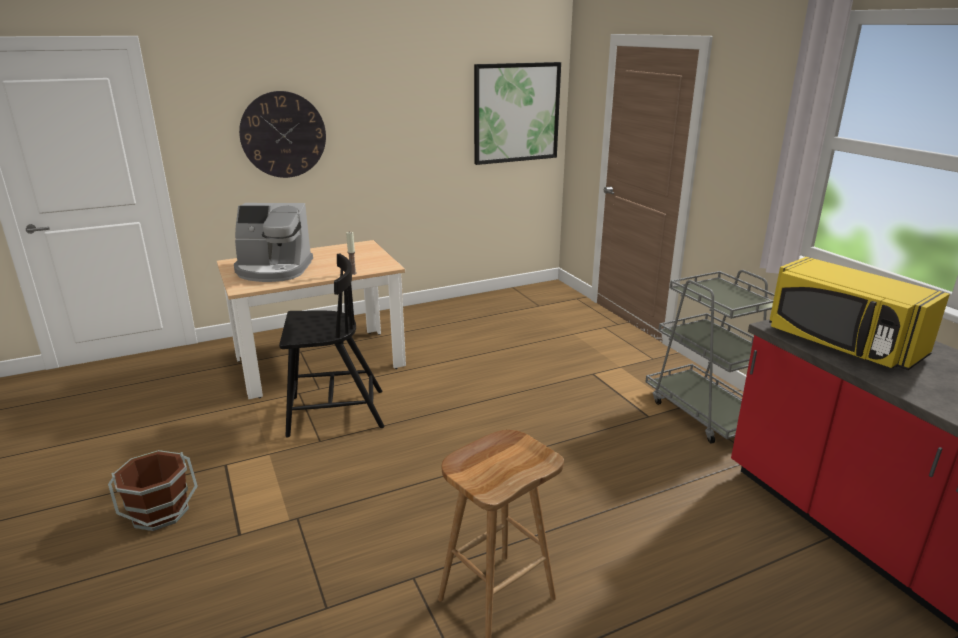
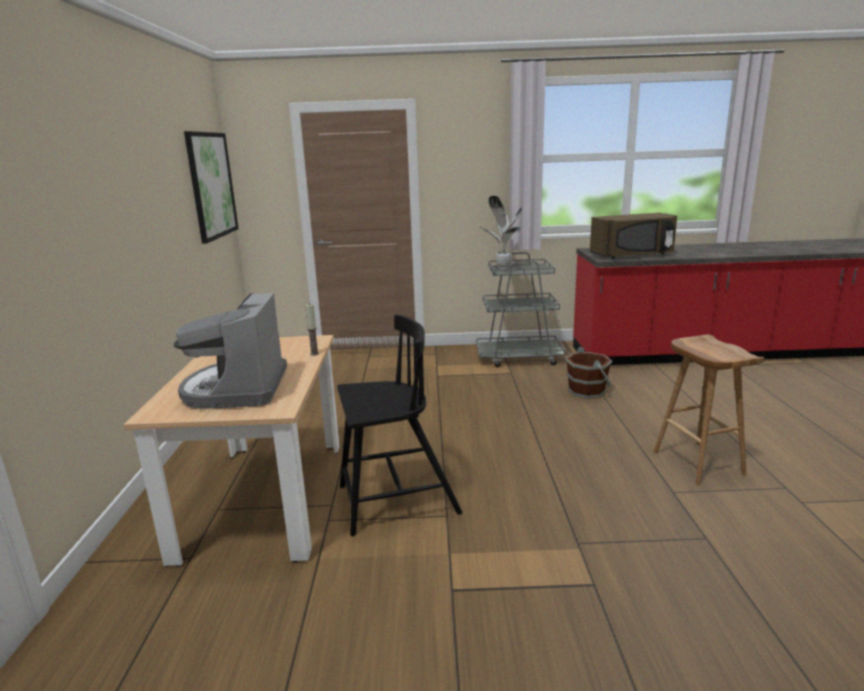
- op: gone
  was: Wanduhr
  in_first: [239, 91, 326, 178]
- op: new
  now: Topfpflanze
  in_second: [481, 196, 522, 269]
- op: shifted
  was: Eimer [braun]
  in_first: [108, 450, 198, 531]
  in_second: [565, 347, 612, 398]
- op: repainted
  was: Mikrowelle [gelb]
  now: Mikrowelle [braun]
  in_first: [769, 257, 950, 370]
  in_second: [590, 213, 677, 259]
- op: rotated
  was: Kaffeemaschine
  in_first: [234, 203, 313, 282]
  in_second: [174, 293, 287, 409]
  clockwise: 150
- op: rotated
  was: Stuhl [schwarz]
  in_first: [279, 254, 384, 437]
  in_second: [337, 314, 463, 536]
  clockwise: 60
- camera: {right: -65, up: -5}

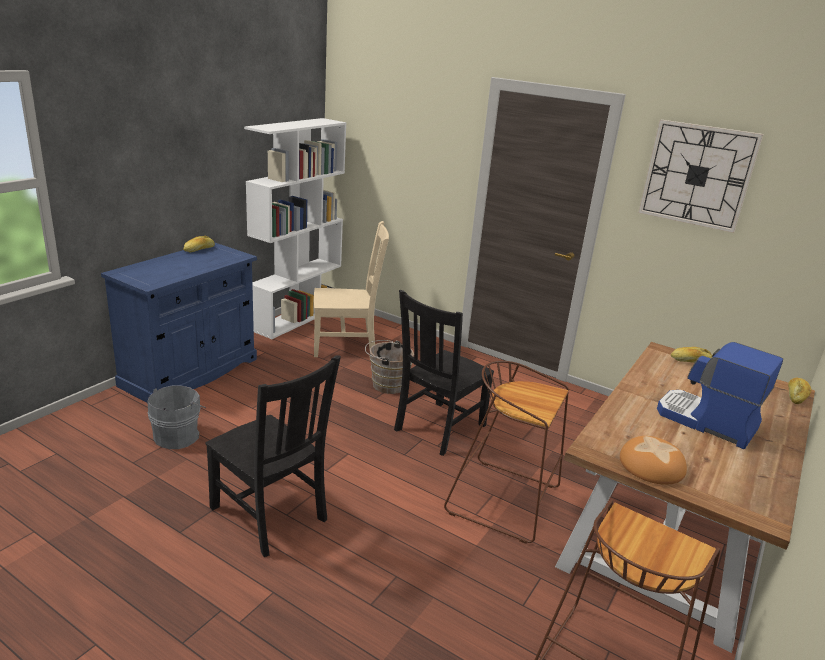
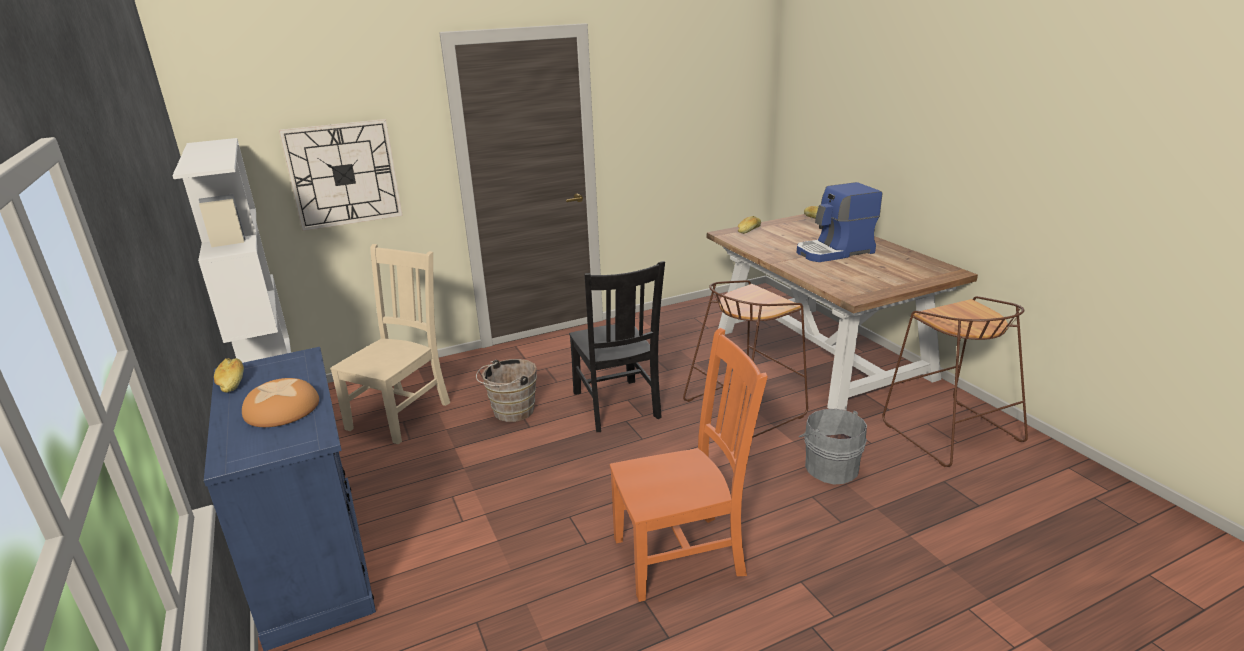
- op: shifted
  was: Eimer [grau]
  in_first: [147, 385, 206, 449]
  in_second: [799, 409, 867, 484]
- op: shifted
  was: Brot
  in_first: [620, 436, 687, 485]
  in_second: [242, 378, 319, 427]
- op: shifted
  was: Wanduhr
  in_first: [638, 120, 763, 233]
  in_second: [279, 119, 403, 231]
- op: repainted
  was: Stuhl [schwarz]
  now: Stuhl [orange]
  in_first: [206, 355, 341, 557]
  in_second: [610, 328, 768, 602]
- camera: {right: -55, up: 0}

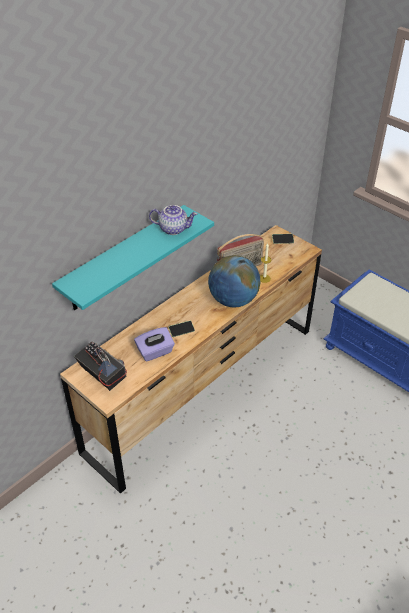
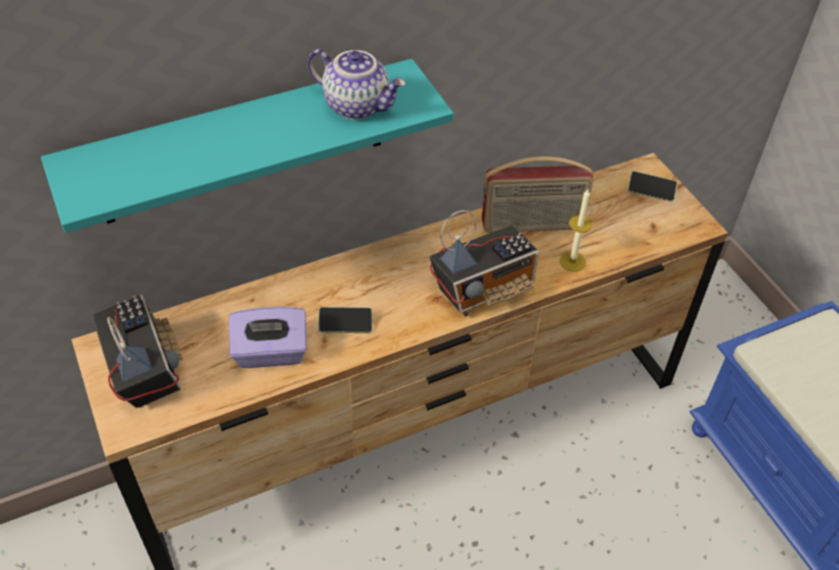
- op: swapped
  was: Globus
  now: Radio
  in_first: [208, 255, 260, 307]
  in_second: [429, 210, 539, 316]
- camera: {right: 20, up: 5}

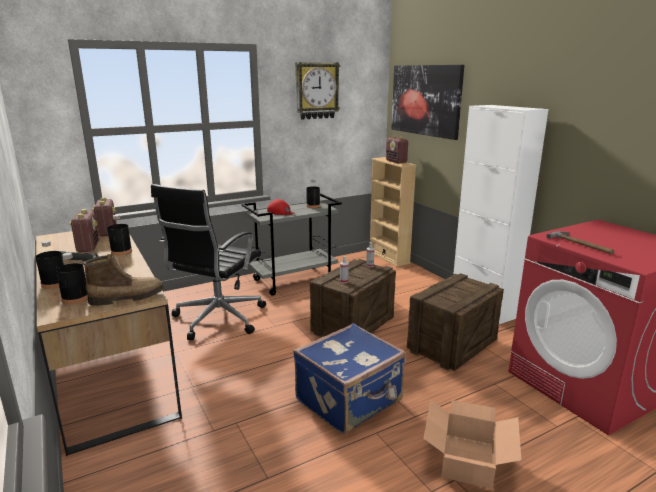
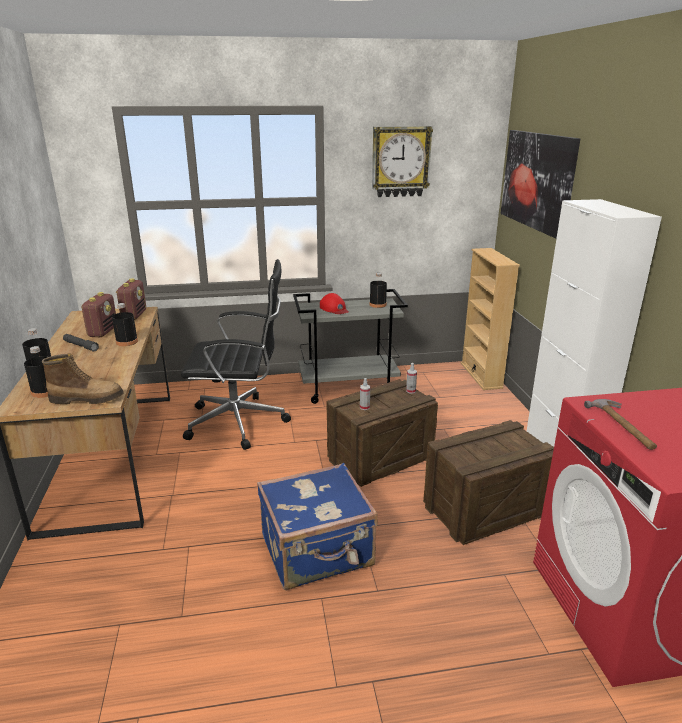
- op: gone
  was: Radio
  in_first: [386, 135, 409, 164]
- op: gone
  was: Karton
  in_first: [423, 400, 522, 489]
- op: rotated
  was: Bürostuhl [schwarz]
  in_first: [151, 184, 266, 340]
  in_second: [181, 259, 291, 450]
  clockwise: -135
- camera: {right: 20, up: 5}

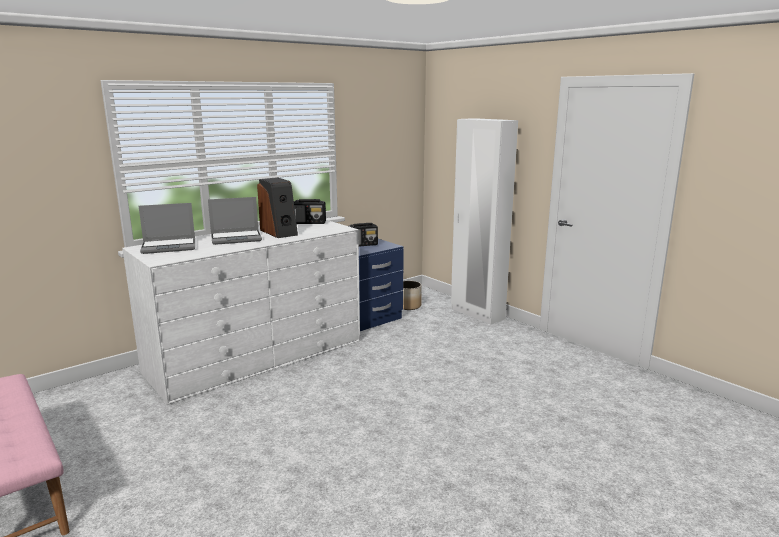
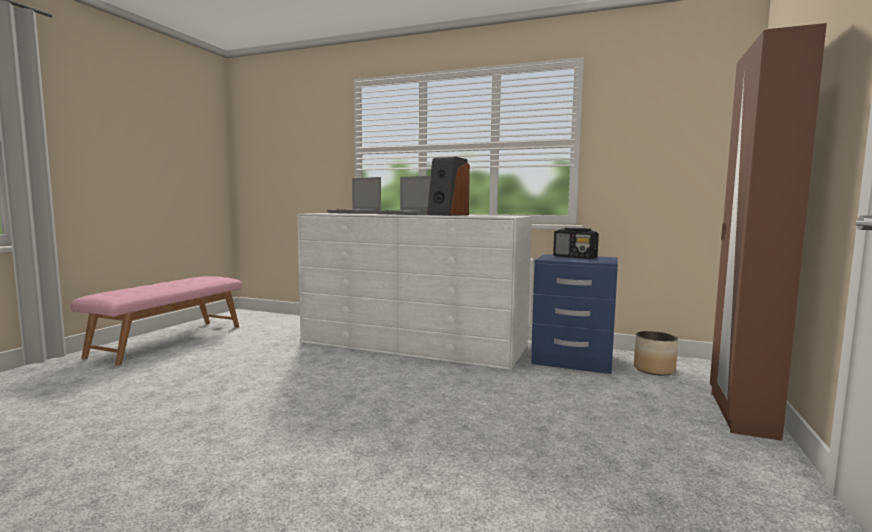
- op: gone
  was: Radio
  in_first: [294, 199, 326, 224]
- op: repainted
  was: Kleiderschrank [weiß]
  now: Kleiderschrank [braun]
  in_first: [451, 118, 518, 324]
  in_second: [710, 23, 827, 441]
- camera: {right: 60, up: -10}

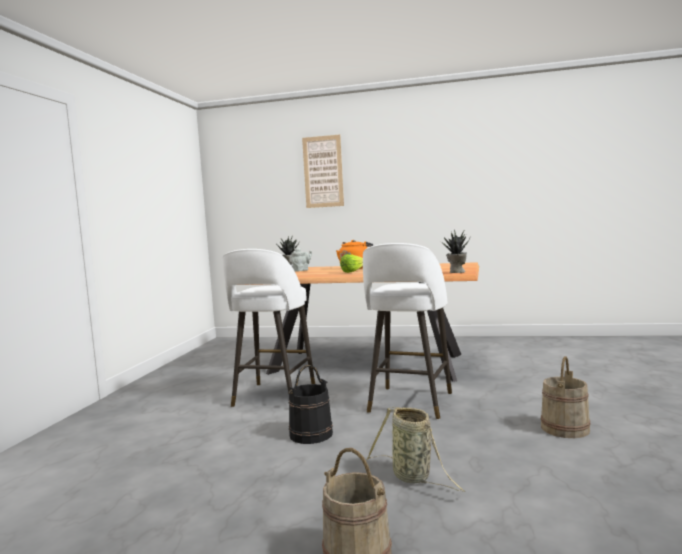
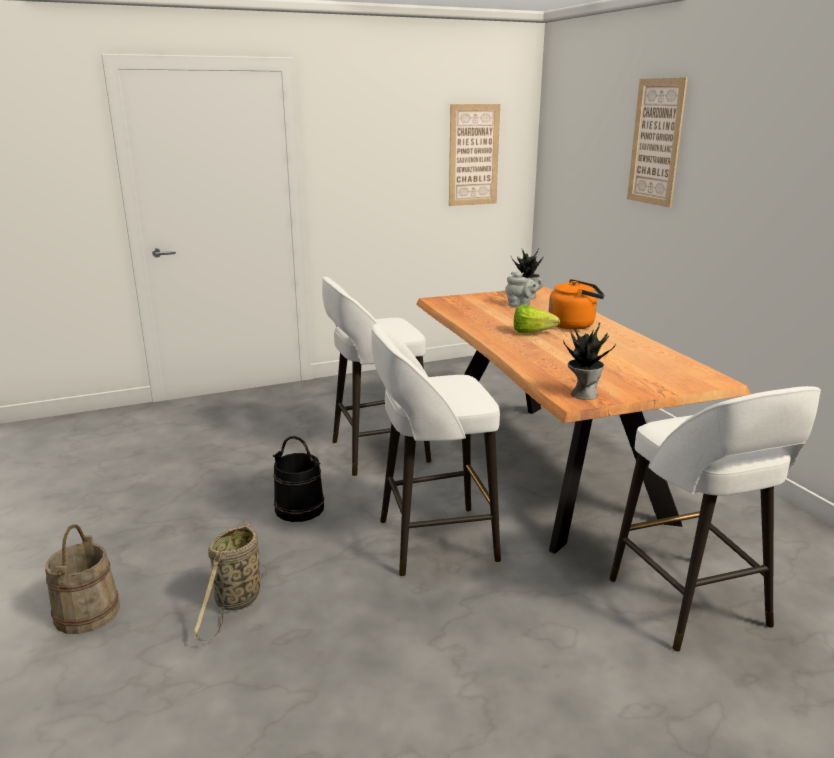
- op: gone
  was: Eimer [beige]
  in_first: [540, 356, 591, 438]
- op: new
  now: Bild
  in_second: [449, 104, 500, 206]
- op: new
  now: Hocker [weiß]
  in_second: [609, 386, 821, 652]
- camera: {right: 55, up: 15}

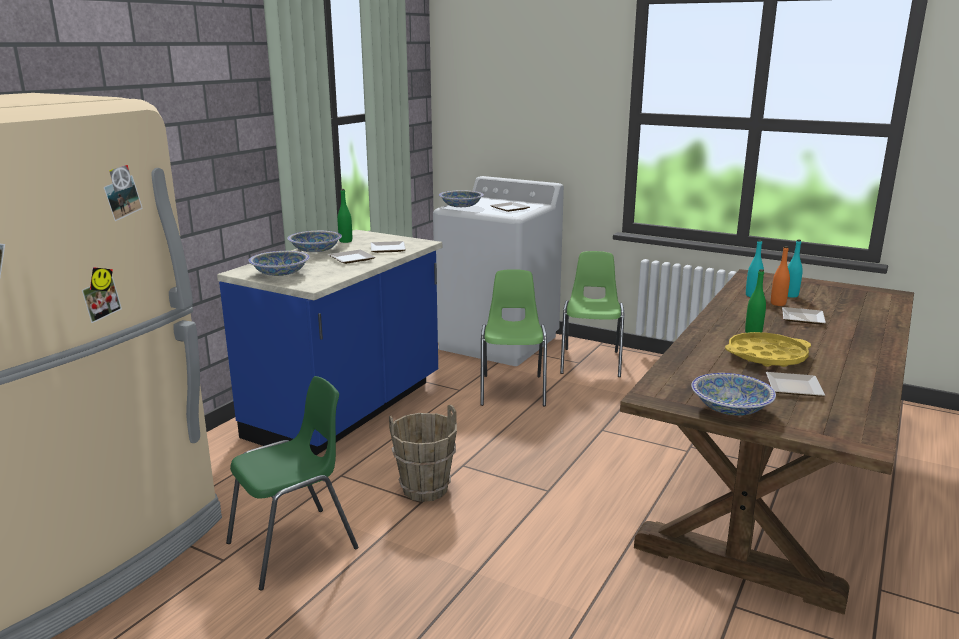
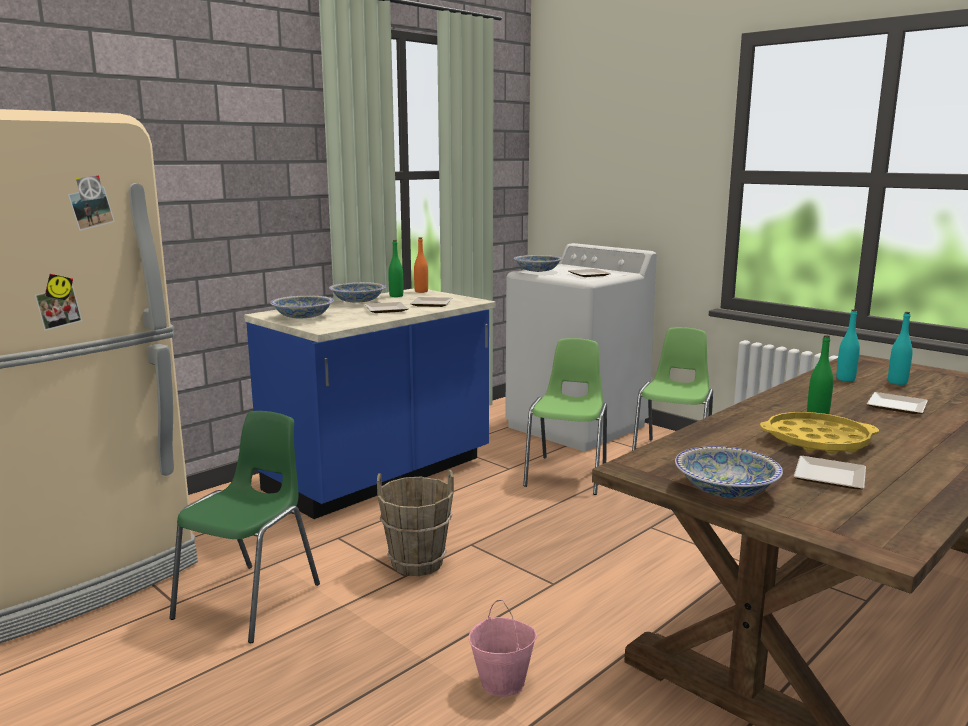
- op: new
  now: Eimer [rosa]
  in_second: [469, 600, 537, 697]
- op: shifted
  was: Flasche [orange]
  in_first: [771, 246, 790, 306]
  in_second: [414, 237, 428, 293]
- op: rotated
  was: Stuhl [grün]
  in_first: [226, 376, 358, 591]
  in_second: [169, 411, 320, 643]
  clockwise: -45
- camera: {right: 15, up: -5}

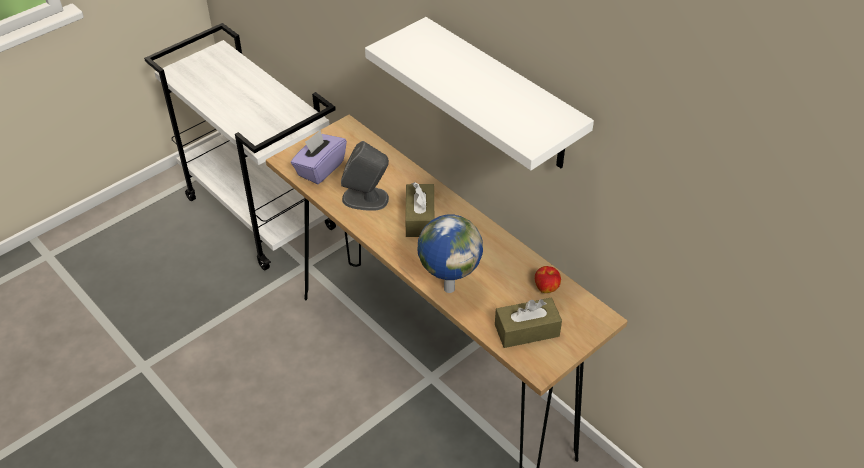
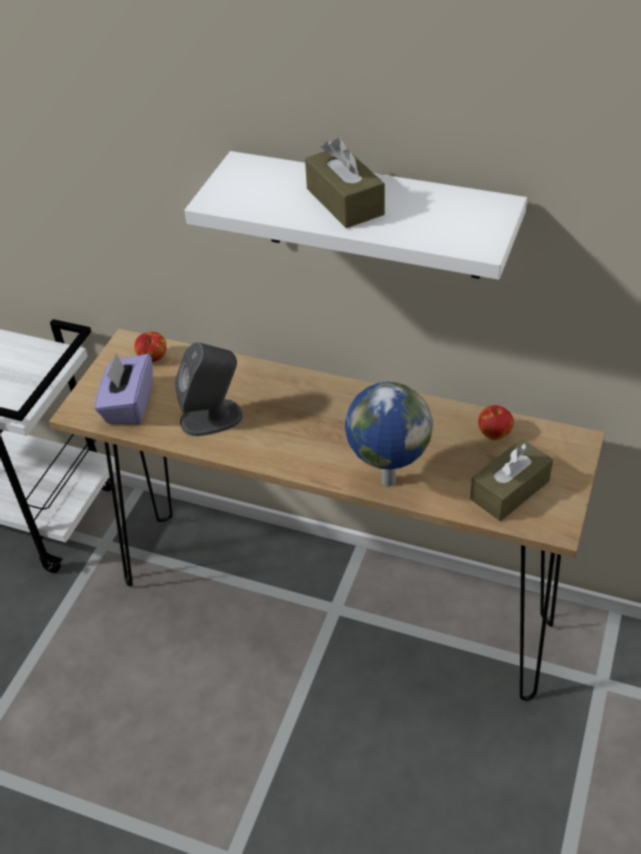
- op: new
  now: Apfel
  in_second: [135, 332, 167, 362]
- op: shifted
  was: Taschentuchbox [braun]
  in_first: [405, 182, 434, 237]
  in_second: [305, 138, 385, 228]
- camera: {right: -25, up: 0}

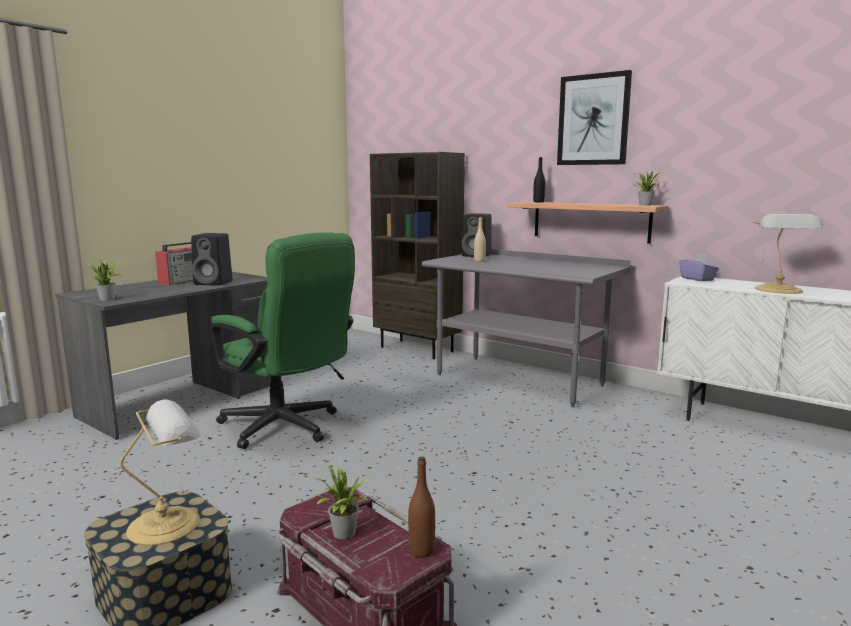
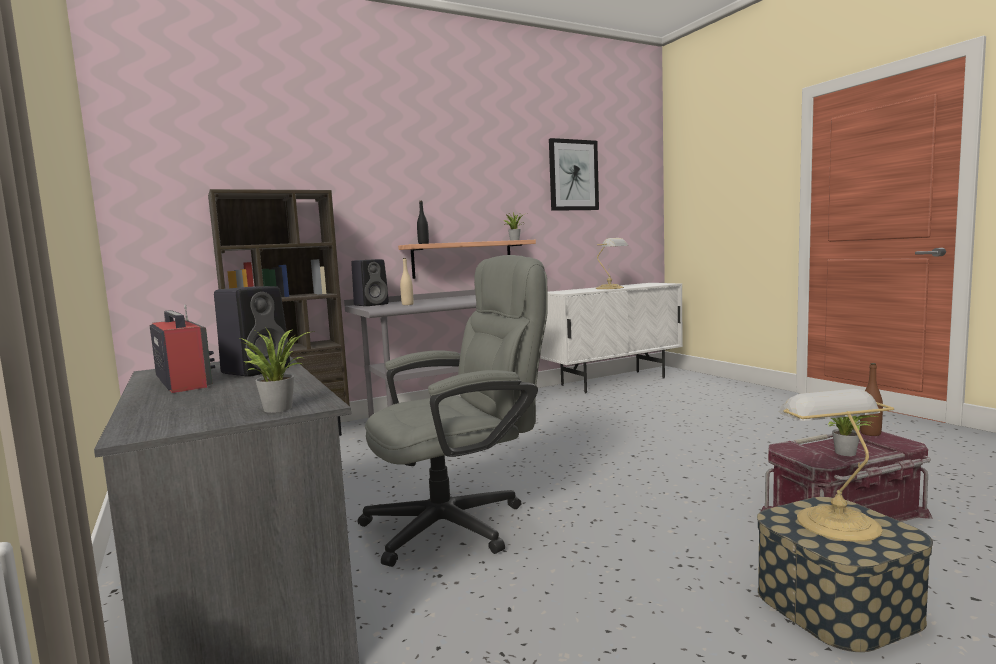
- op: gone
  was: Taschentuchbox [lila]
  in_first: [679, 253, 719, 281]
- op: shifted
  was: Bild
  in_first: [557, 70, 632, 165]
  in_second: [549, 138, 599, 211]
- op: repainted
  was: Bürostuhl [grün]
  now: Bürostuhl [grau]
  in_first: [211, 232, 355, 449]
  in_second: [358, 255, 548, 567]
- camera: {right: -65, up: -5}

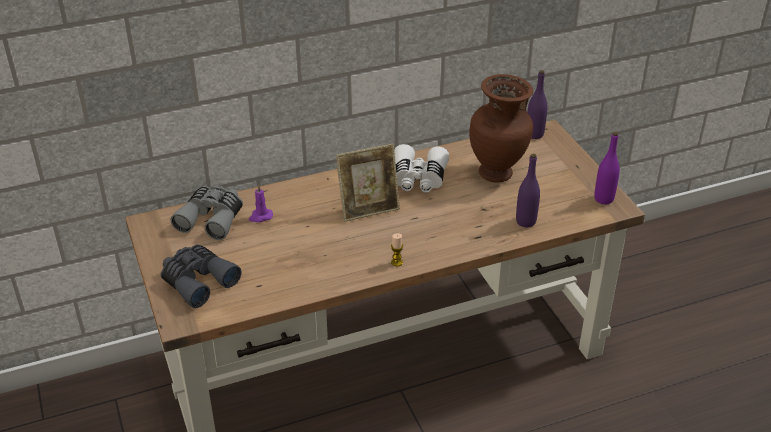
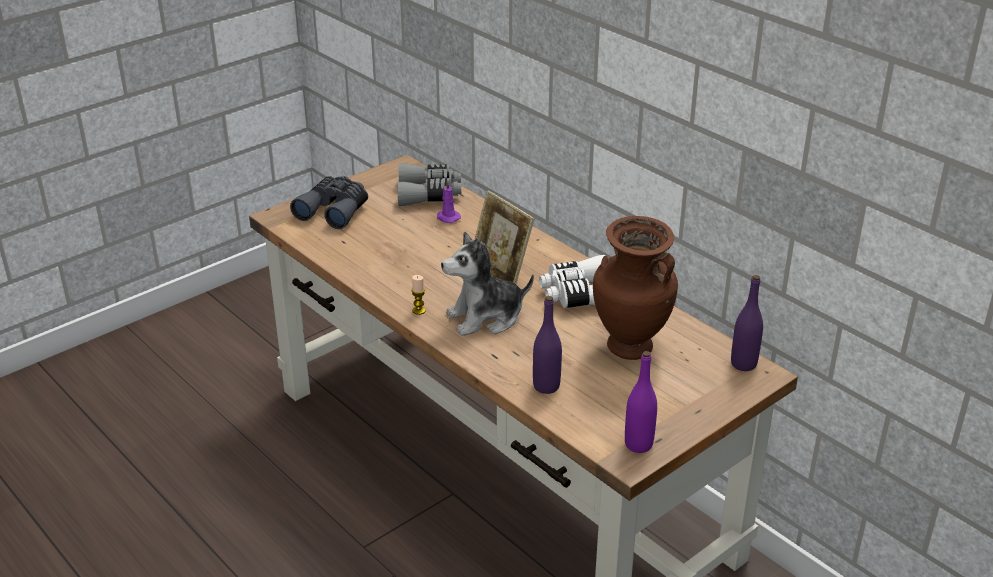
- op: new
  now: Plüschtier
  in_second: [441, 231, 534, 336]
- camera: {right: 70, up: -5}

